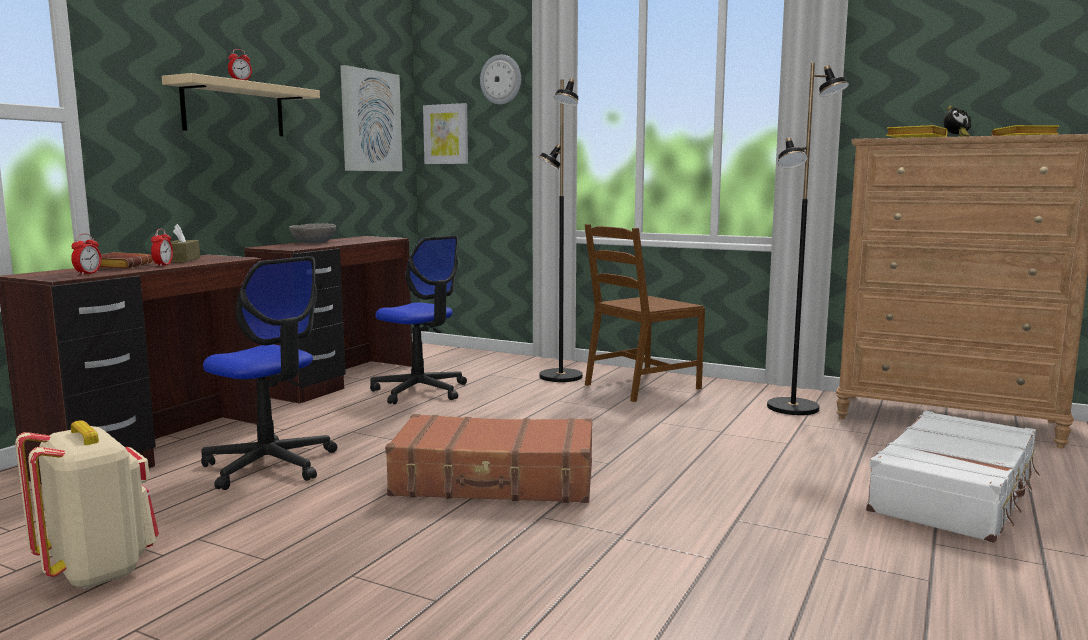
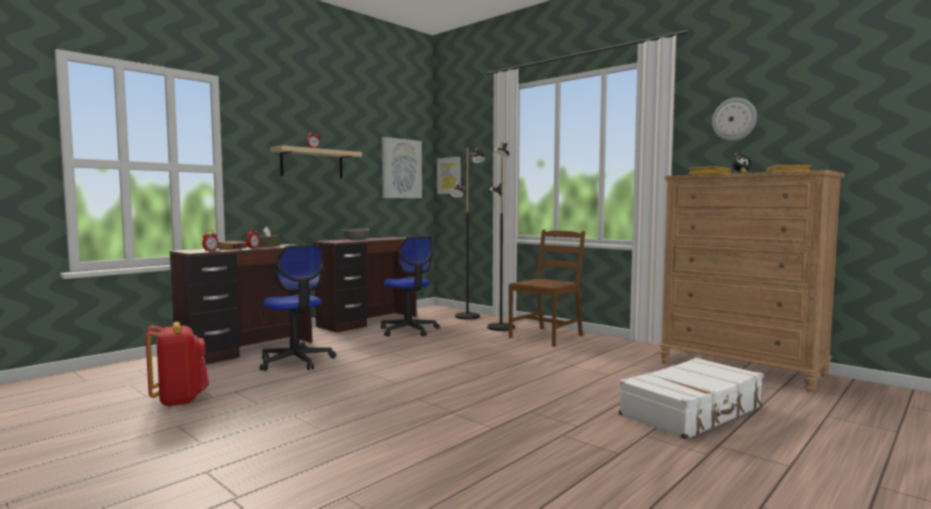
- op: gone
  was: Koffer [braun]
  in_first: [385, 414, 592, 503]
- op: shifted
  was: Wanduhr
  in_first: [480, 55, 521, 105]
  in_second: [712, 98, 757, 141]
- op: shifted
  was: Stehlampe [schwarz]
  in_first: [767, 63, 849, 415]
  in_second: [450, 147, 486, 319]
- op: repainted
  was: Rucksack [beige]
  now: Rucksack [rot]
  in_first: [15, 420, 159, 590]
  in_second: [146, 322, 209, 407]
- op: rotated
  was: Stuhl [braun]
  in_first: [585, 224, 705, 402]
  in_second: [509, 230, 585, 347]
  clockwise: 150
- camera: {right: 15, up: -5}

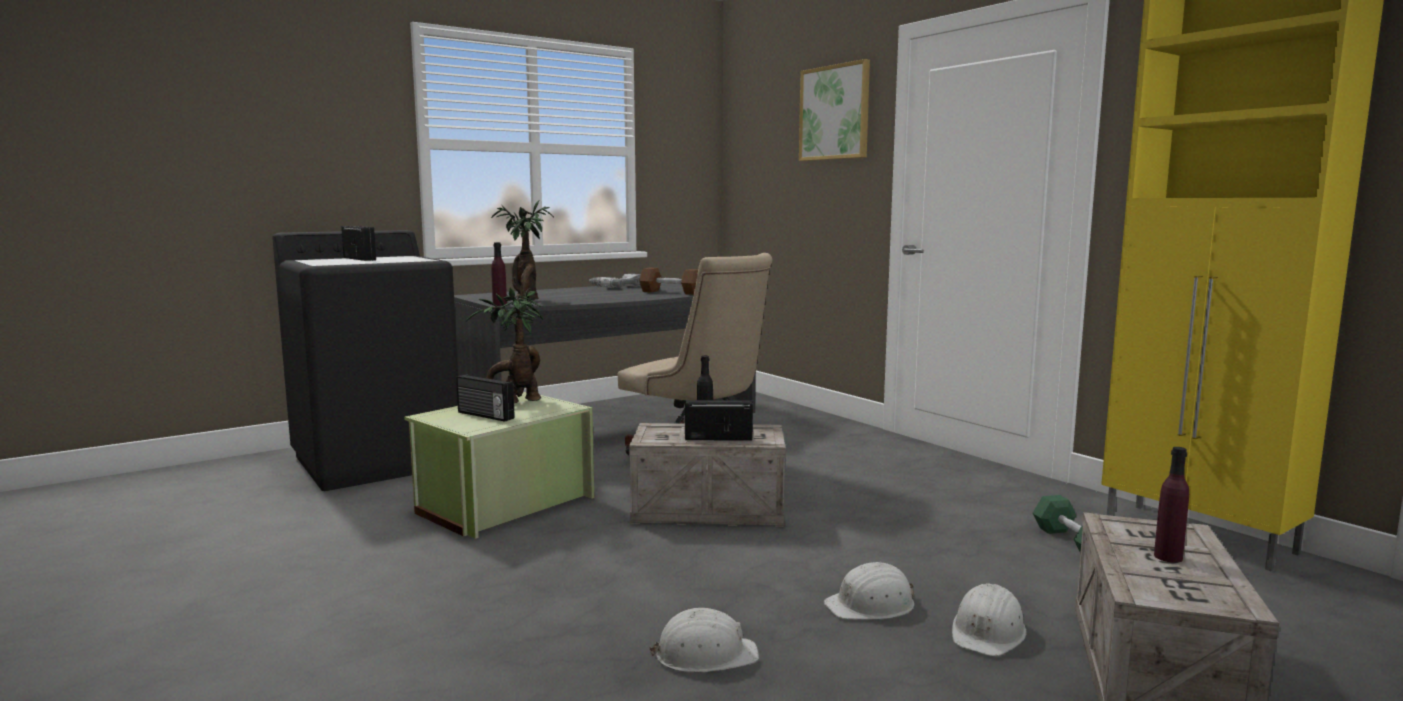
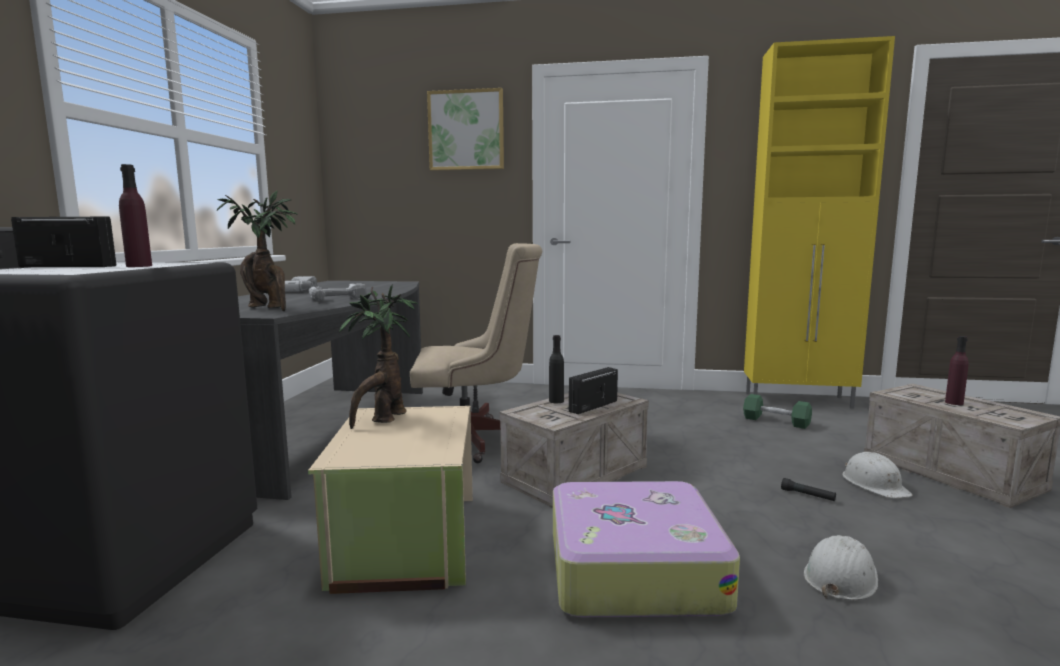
- op: gone
  was: Radio
  in_first: [456, 374, 515, 422]
- op: gone
  was: Hantel [braun]
  in_first: [639, 268, 698, 295]
- op: new
  now: Bohrmaschine
  in_second: [309, 283, 367, 300]
- op: new
  now: Koffer
  in_second: [553, 481, 740, 617]
- op: shifted
  was: Flasche [lila]
  in_first: [491, 242, 507, 306]
  in_second: [119, 164, 152, 267]
- op: swapped
  was: Schutzhelm [weiß]
  now: Taschenlampe [schwarz]
  in_first: [824, 562, 914, 620]
  in_second: [781, 478, 836, 501]
- op: repainted
  was: Aufbewahrungsbox [grün]
  now: Aufbewahrungsbox [beige]
  in_first: [404, 392, 594, 539]
  in_second: [308, 406, 473, 594]
- camera: {right: -45, up: 0}

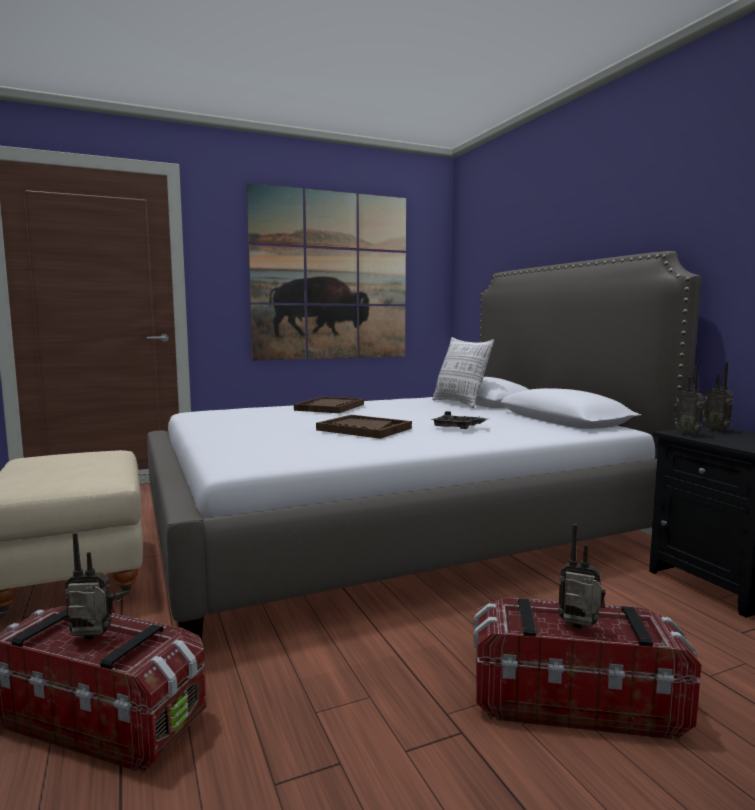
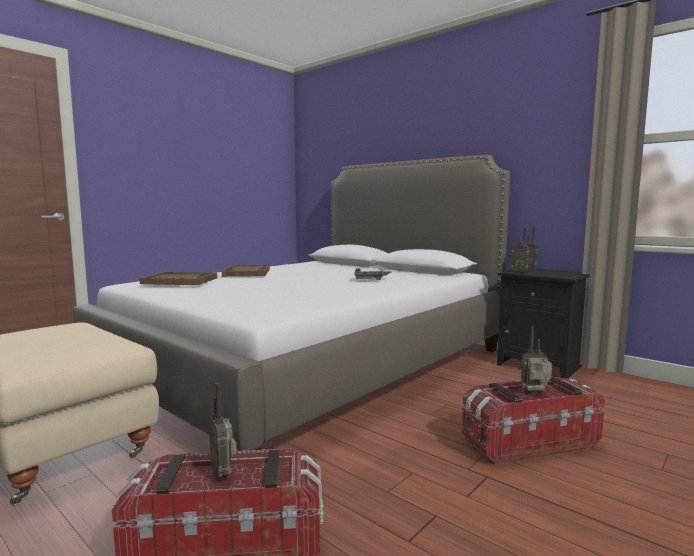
- op: gone
  was: Bild
  in_first: [246, 183, 406, 361]
- op: gone
  was: Kissen
  in_first: [432, 337, 494, 408]
- op: shifted
  was: Tablett [braun]
  in_first: [316, 415, 412, 439]
  in_second: [139, 272, 217, 285]
- op: rotated
  was: Radio
  in_first: [64, 532, 116, 639]
  in_second: [209, 383, 237, 480]
  clockwise: -90
- camera: {right: -25, up: 0}

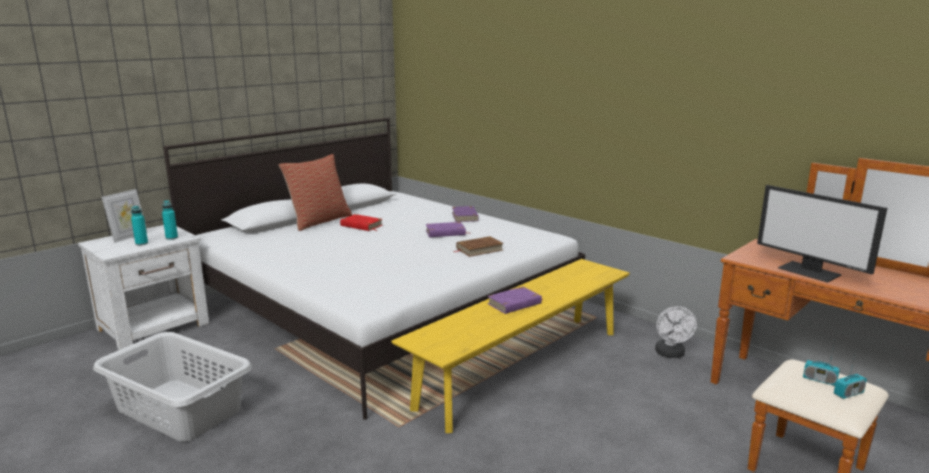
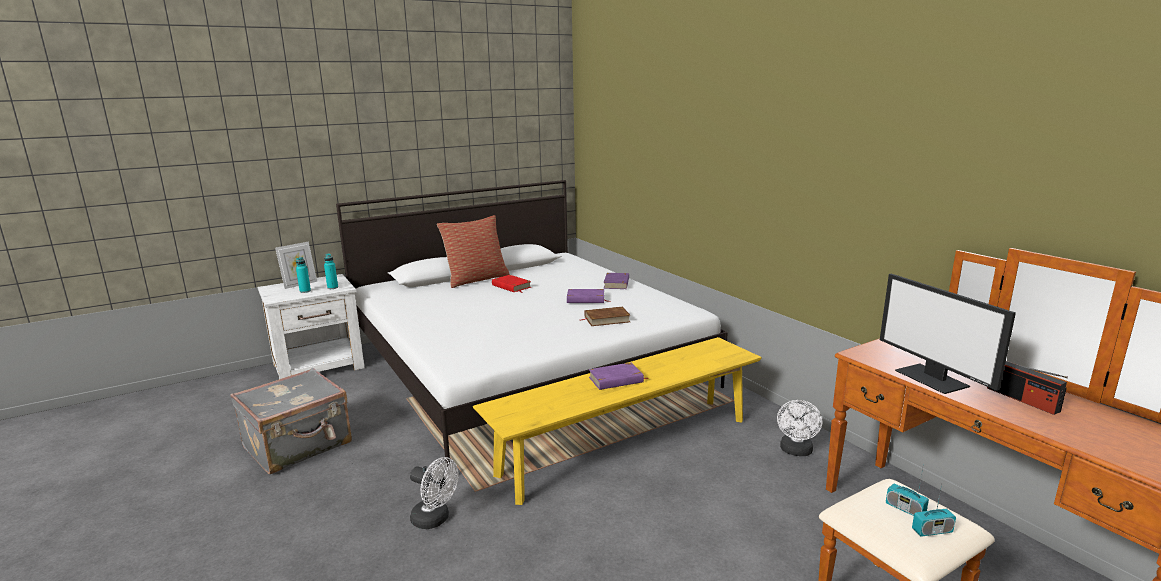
- op: new
  now: Ventilator [weiß]
  in_second: [410, 457, 459, 529]
- op: new
  now: Radio
  in_second: [987, 361, 1068, 415]
- op: swapped
  was: Wäschekorb [grau]
  now: Koffer [grau]
  in_first: [93, 332, 252, 442]
  in_second: [230, 368, 352, 474]
- camera: {right: 15, up: 0}

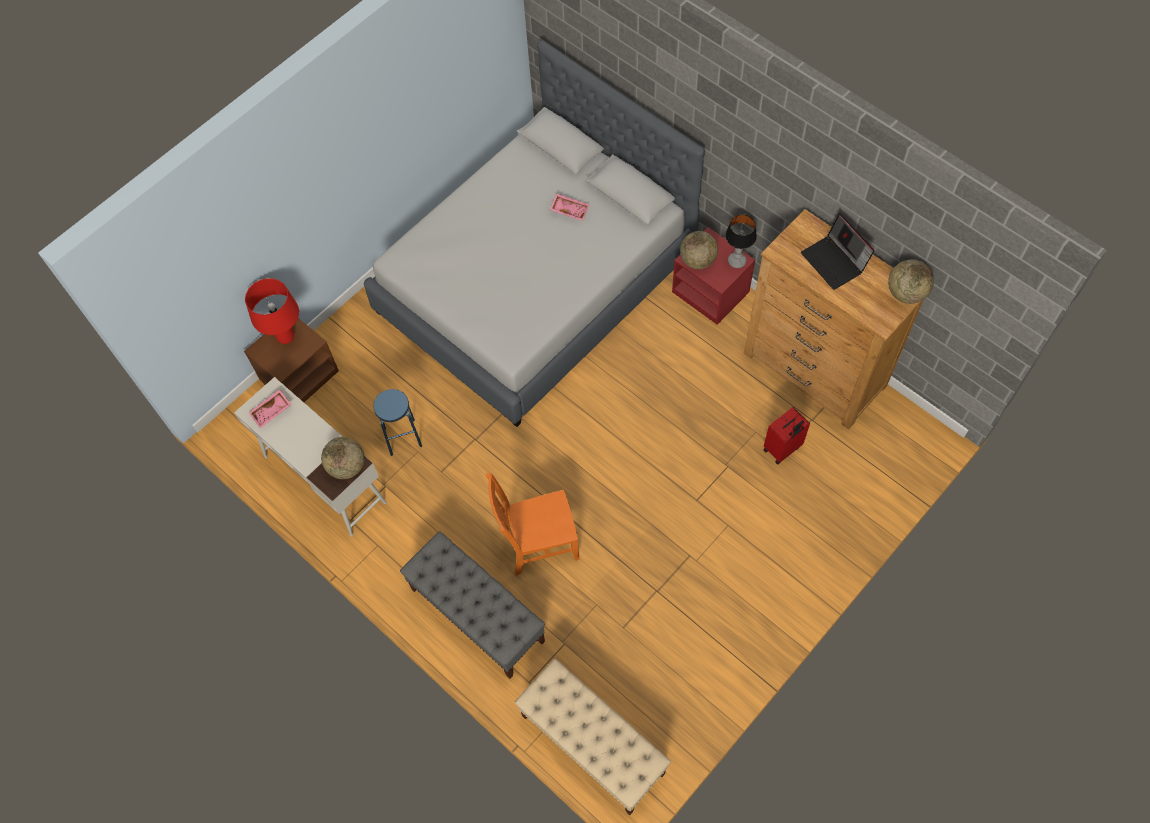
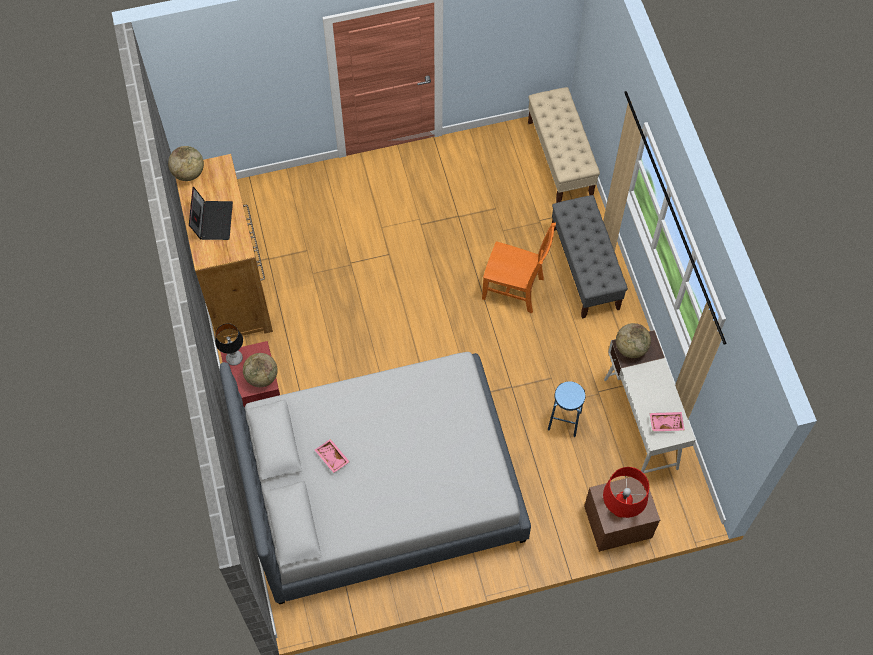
- op: gone
  was: Koffer [rot]
  in_first: [763, 407, 810, 464]
- camera: {right: -150, up: 0}

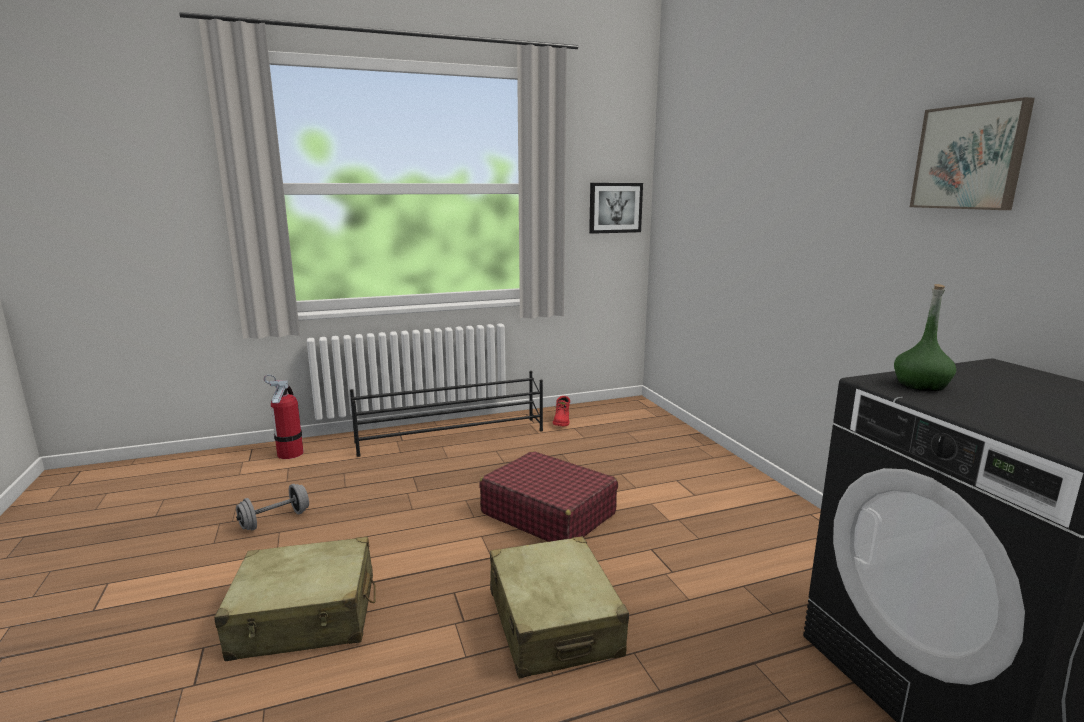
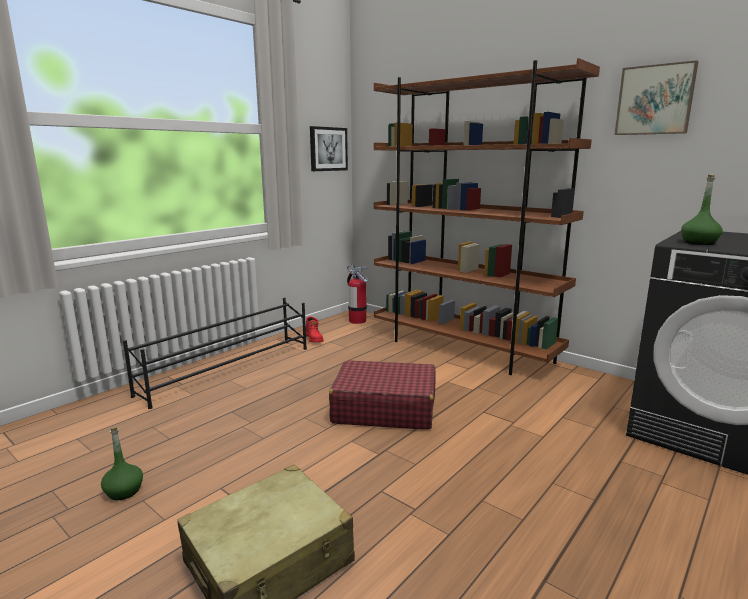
- op: gone
  was: Koffer [beige]
  in_first: [490, 536, 629, 678]
- op: new
  now: Bücherregal [braun]
  in_second: [374, 58, 600, 375]
- op: shifted
  was: Feuerlöscher
  in_first: [264, 375, 304, 459]
  in_second: [347, 264, 368, 324]
- op: swapped
  was: Hantel [grau]
  now: Flasche [grün]
  in_first: [236, 484, 309, 530]
  in_second: [101, 426, 143, 500]
- camera: {right: -30, up: 0}

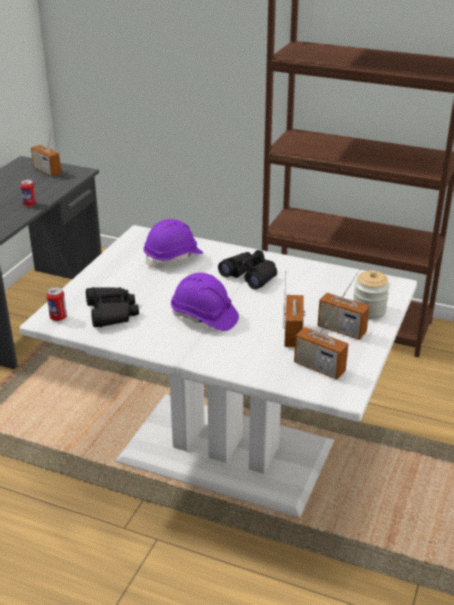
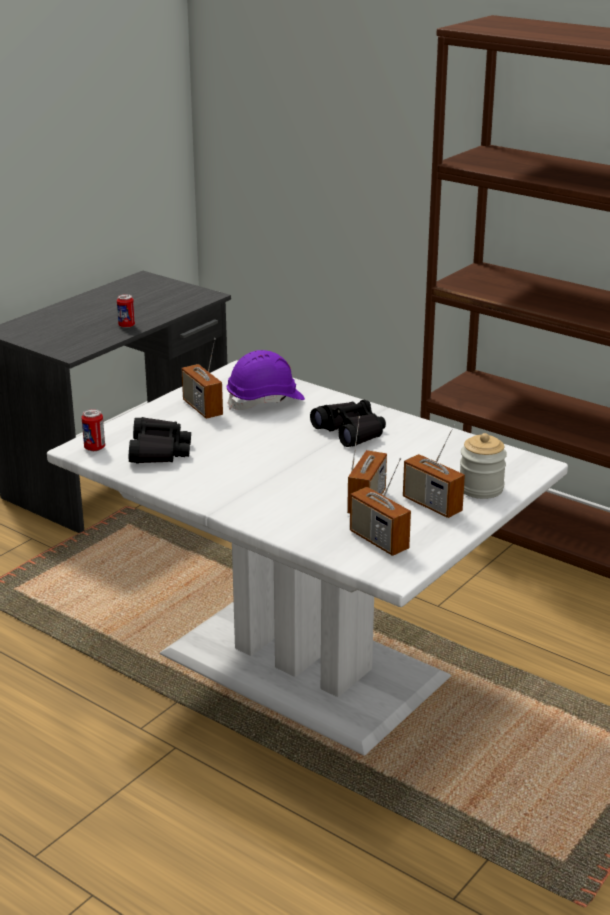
- op: gone
  was: Schutzhelm [lila]
  in_first: [171, 273, 239, 331]
- op: shifted
  was: Radio
  in_first: [31, 126, 61, 176]
  in_second: [181, 338, 223, 419]
- camera: {right: 15, up: -5}

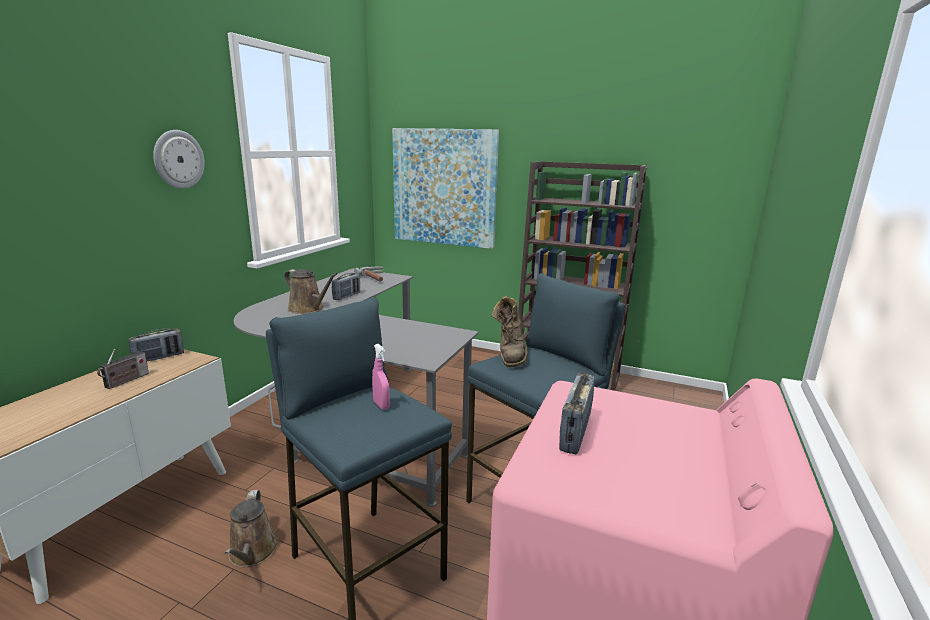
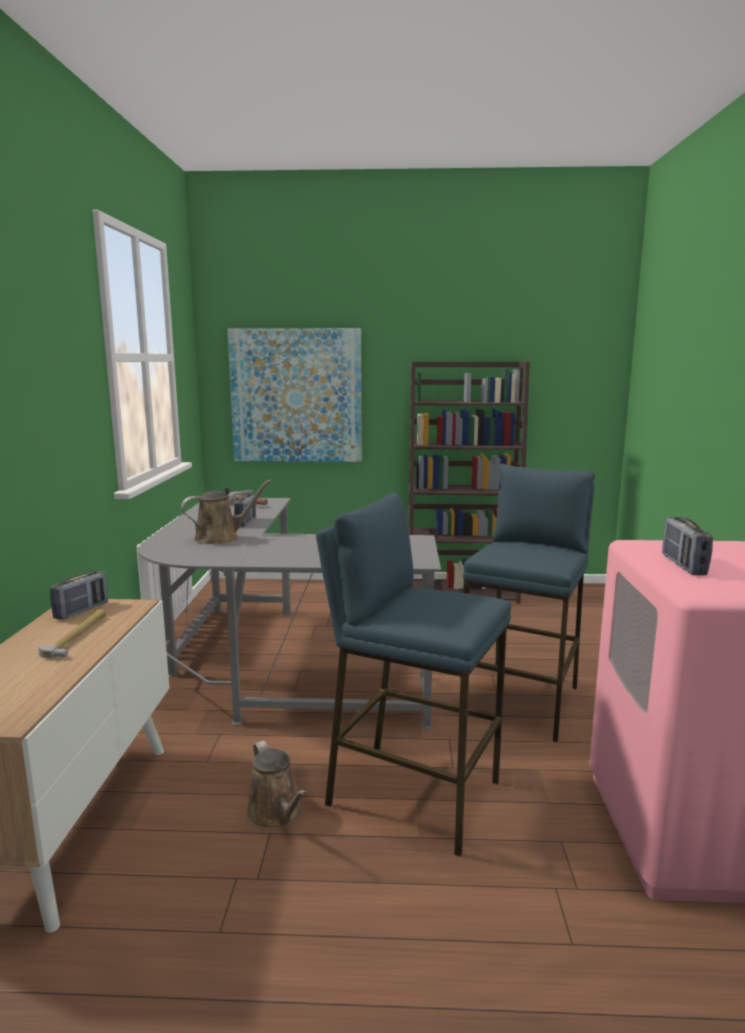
- op: gone
  was: Wanduhr
  in_first: [153, 130, 205, 189]
- op: gone
  was: Sprühflasche [rosa]
  in_first: [372, 344, 390, 410]
- op: gone
  was: Stiefel [braun]
  in_first: [491, 296, 528, 367]
- op: swapped
  was: Radio
  now: Hammer
  in_first: [97, 349, 149, 389]
  in_second: [38, 609, 106, 659]
- op: rotated
  was: Gießkanne [braun]
  in_first: [284, 269, 337, 314]
  in_second: [181, 480, 271, 544]
  clockwise: -45
- camera: {right: -20, up: -5}

